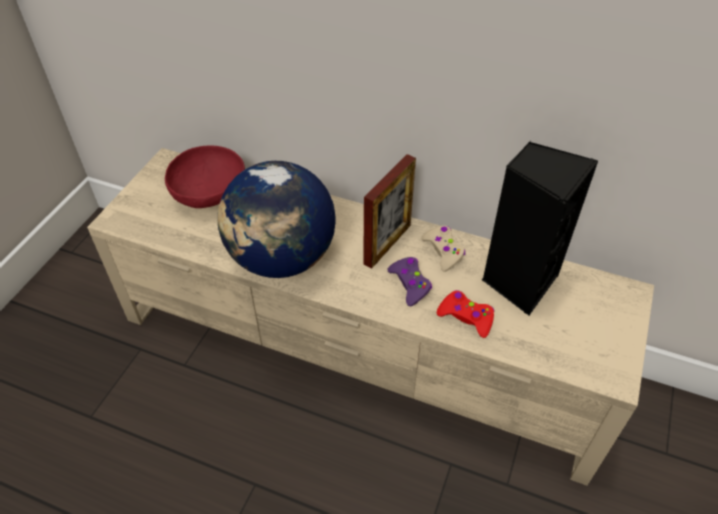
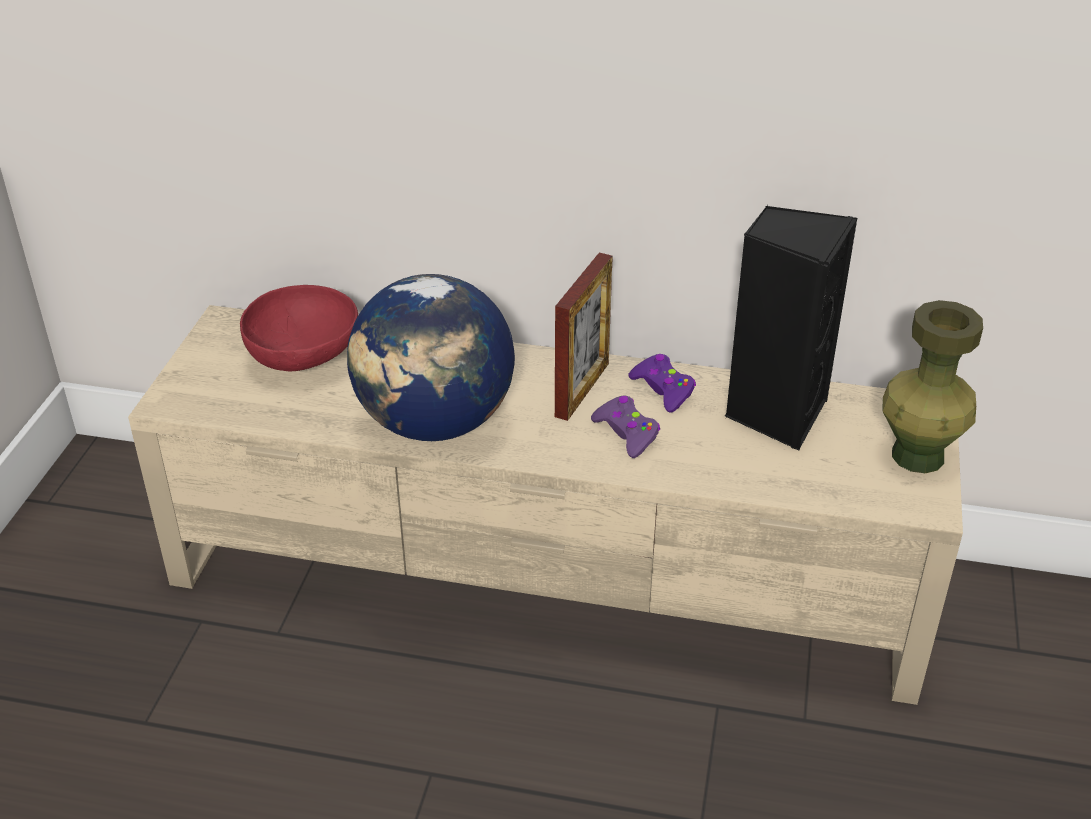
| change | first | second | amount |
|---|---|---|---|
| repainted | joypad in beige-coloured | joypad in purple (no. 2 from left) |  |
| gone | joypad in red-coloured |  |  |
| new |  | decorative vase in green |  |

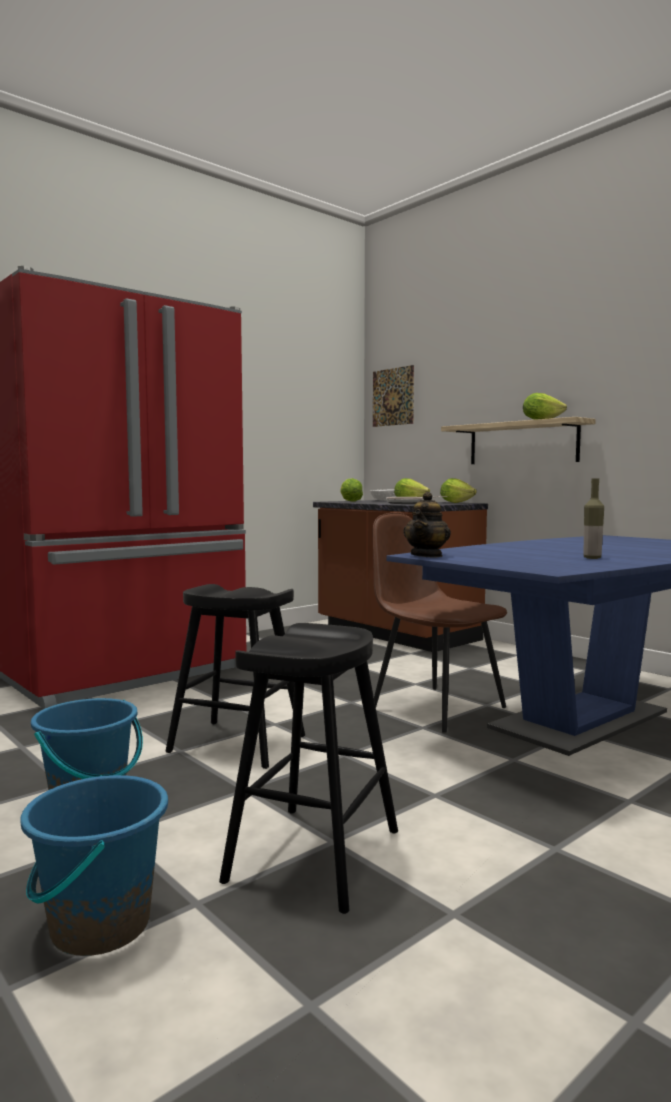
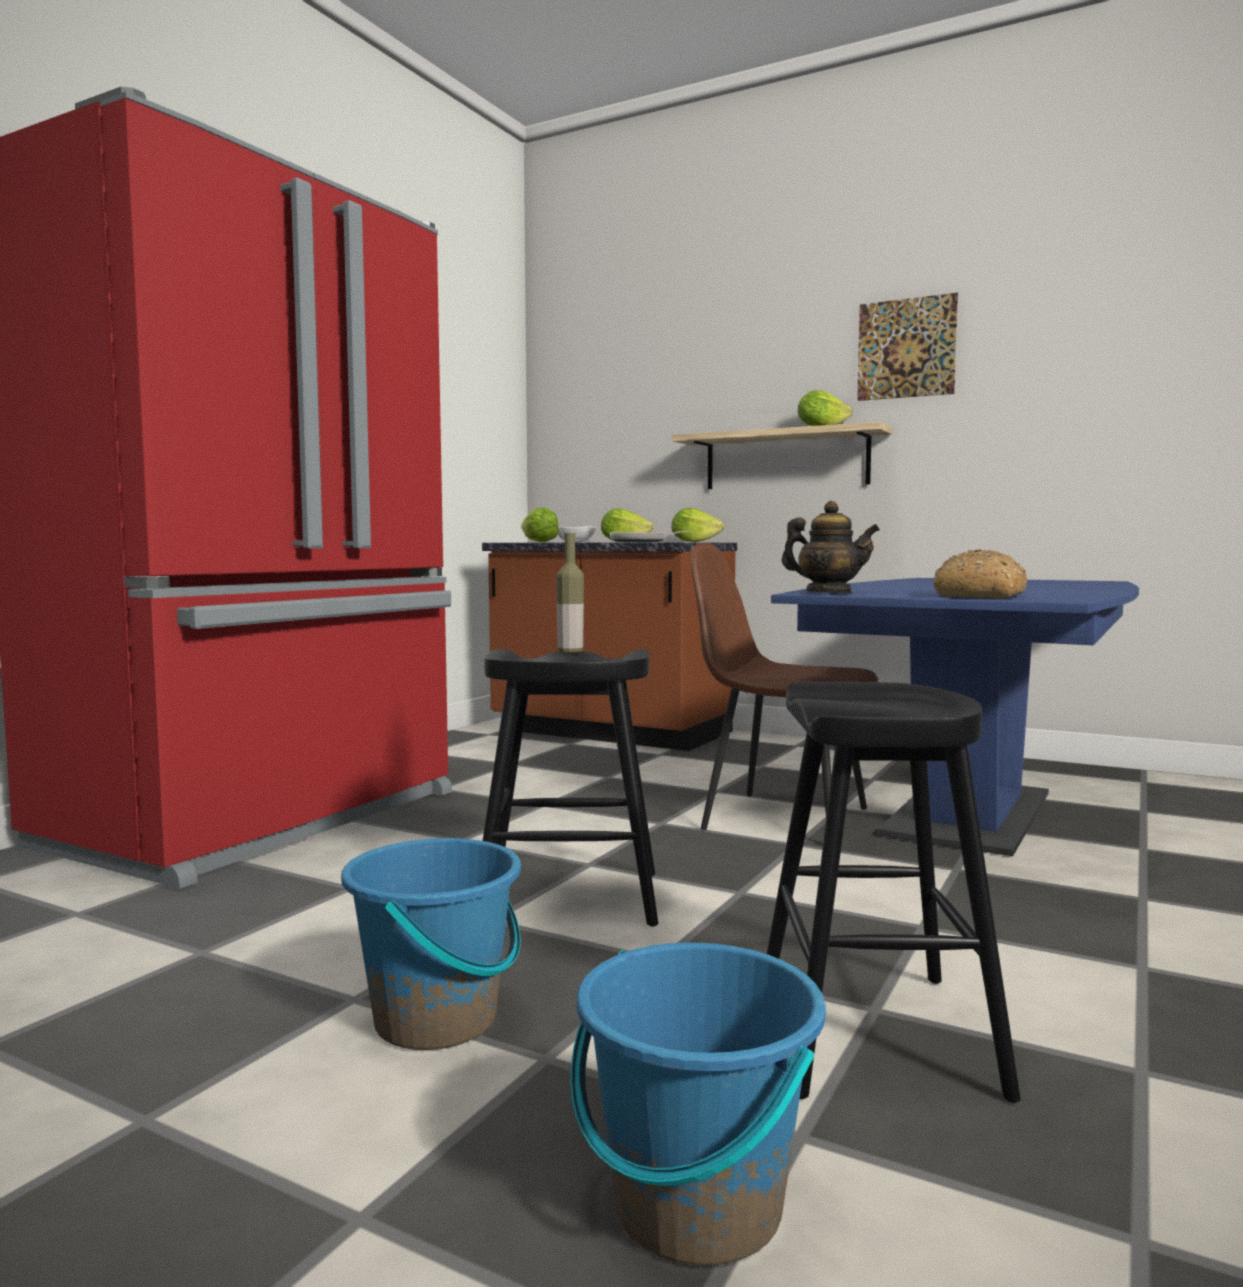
| change | first | second | amount |
|---|---|---|---|
| shifted | picture |  |  |
| shifted | drink bottle |  |  |
| rotated | pot for tea |  | 60 degrees counterclockwise |
| new |  | bread |  |

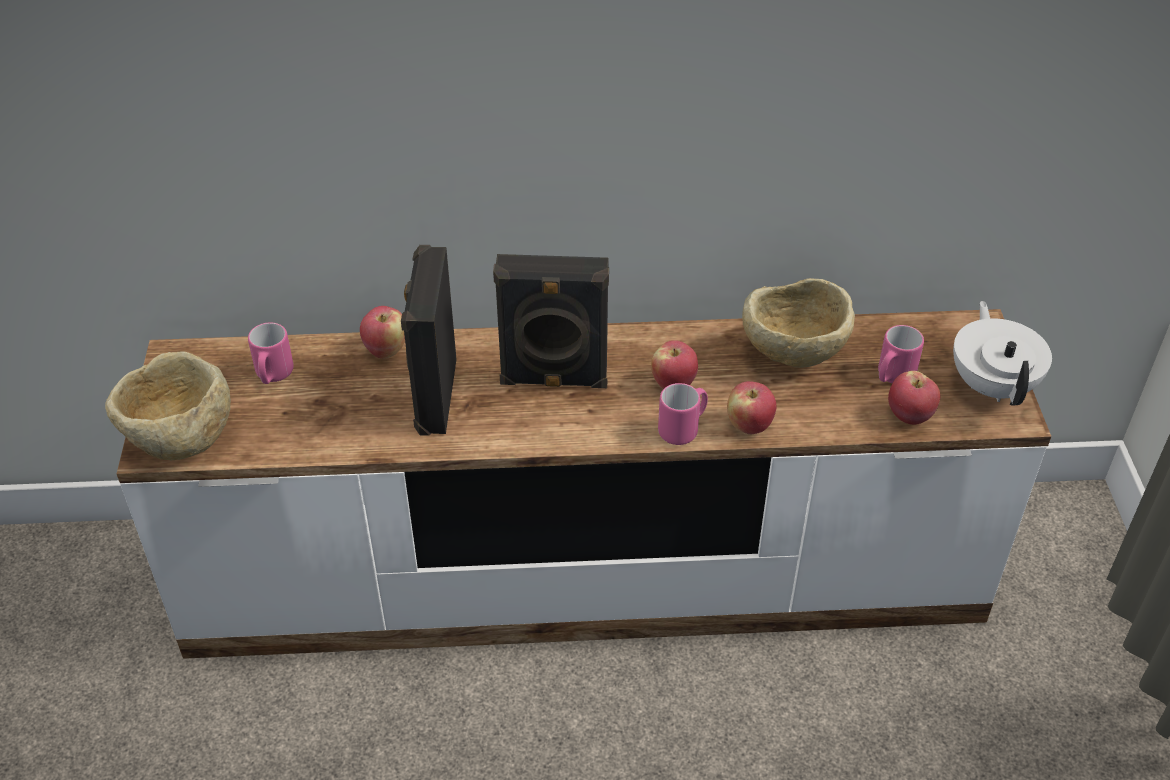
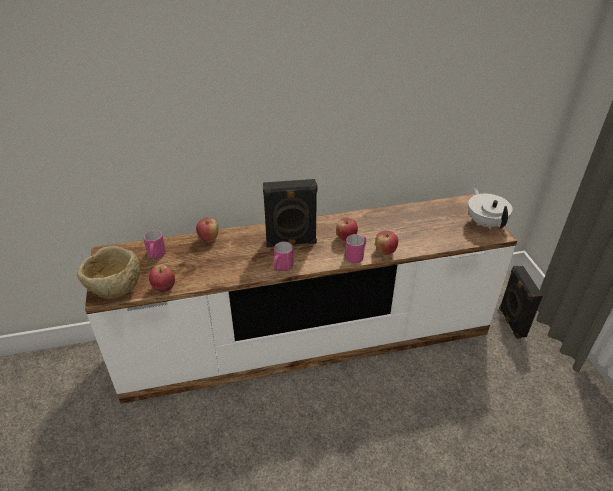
| change | first | second | amount |
|---|---|---|---|
| shifted | audio speaker in black-coloured (no. 1 from left in the first image) | audio speaker in black-coloured (no. 2 from left) |  |
| gone | serving bowl in beige-coloured (no. 2 from left) |  |  |
| shifted | coffee mug in pinkish (no. 3 from left in the first image) | coffee mug in pinkish (no. 2 from left) |  |
| shifted | apple fruit (no. 4 from left in the first image) | apple fruit (no. 1 from left) |  |

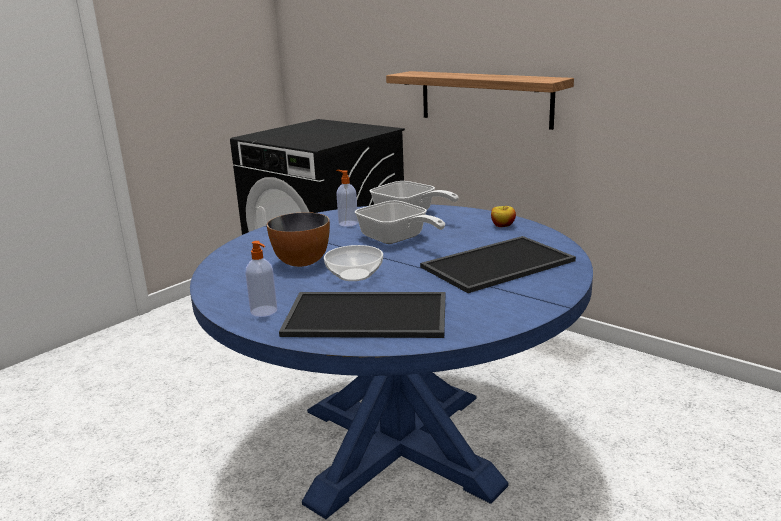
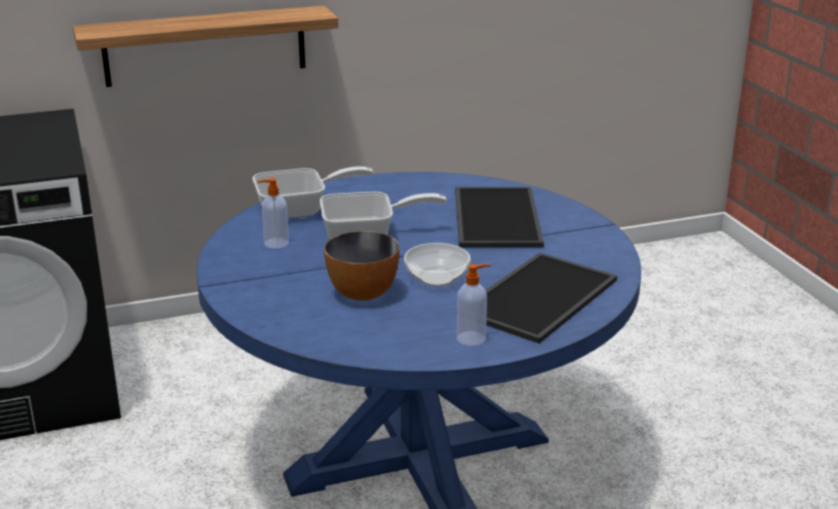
| change | first | second | amount |
|---|---|---|---|
| gone | apple fruit |  |  |

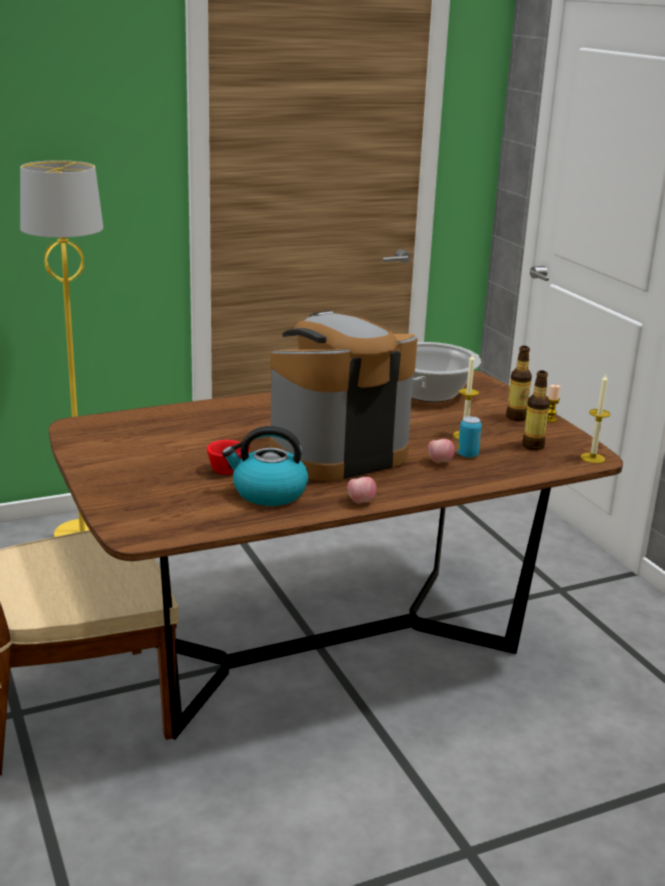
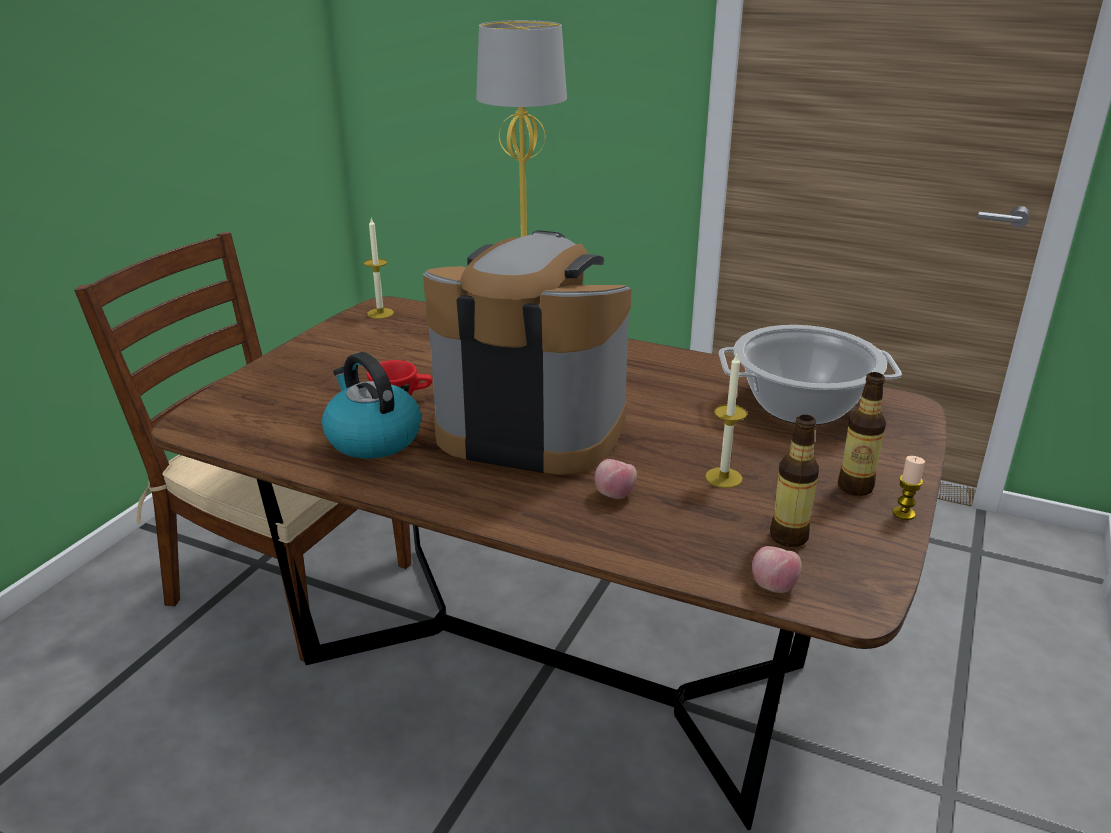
| change | first | second | amount |
|---|---|---|---|
| shifted | wax candle (no. 3 from left in the first image) | wax candle (no. 1 from left) |  |
| gone | can |  |  |
| shifted | apple fruit (no. 1 from left in the first image) | apple fruit (no. 2 from left) |  |

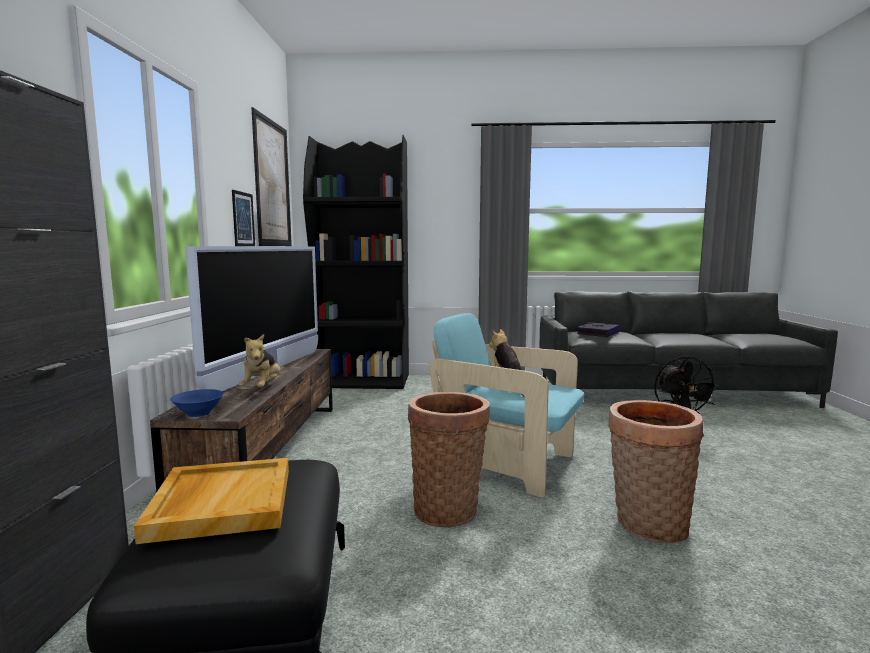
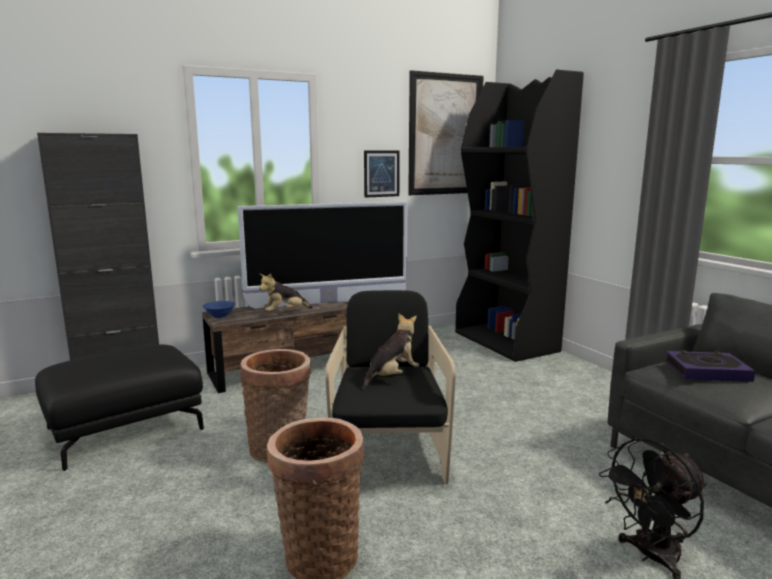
| change | first | second | amount |
|---|---|---|---|
| repainted | armchair in blue-green | armchair in black-coloured |  |
| gone | serving tray in beige-coloured |  |  |

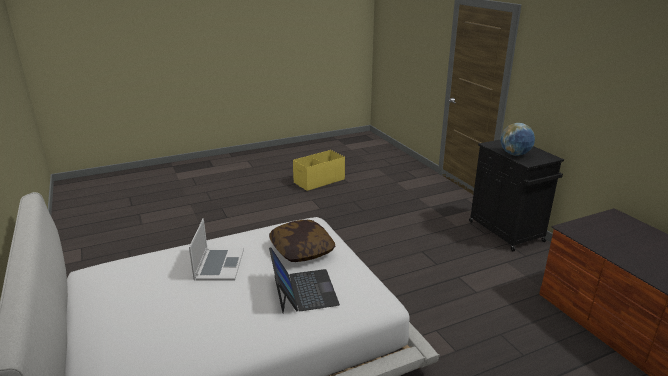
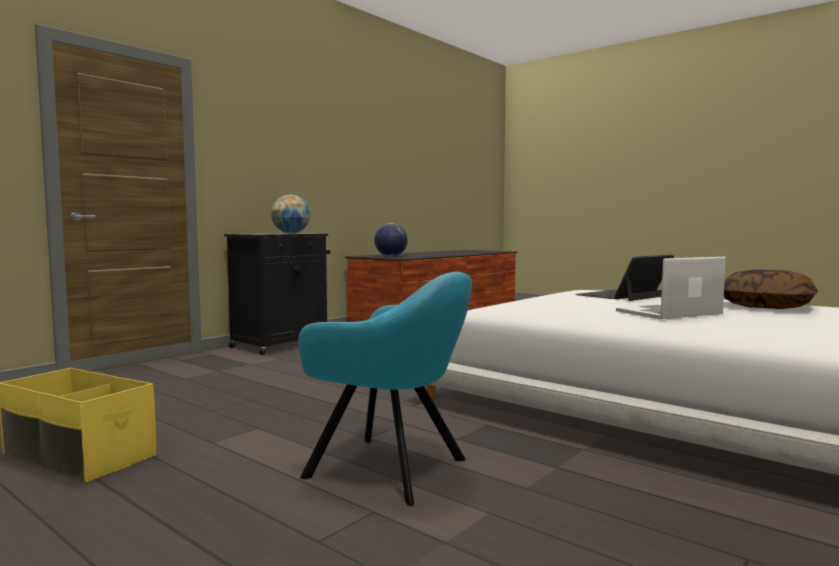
| change | first | second | amount |
|---|---|---|---|
| shifted | pillow |  |  |
| new |  | desk globe (no. 2 from left) |  |
| new |  | armchair in blue-green |  |

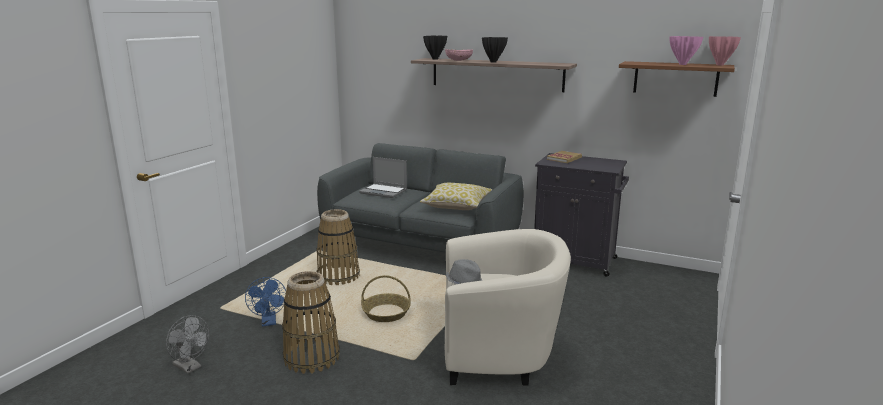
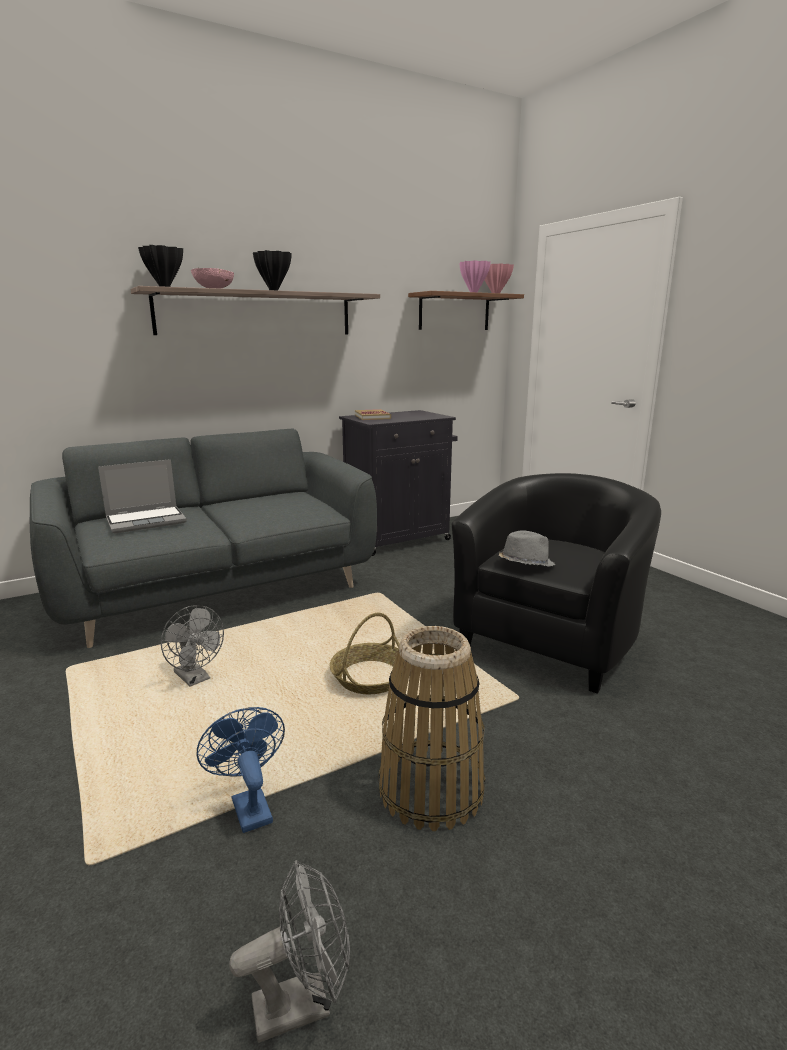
| change | first | second | amount |
|---|---|---|---|
| gone | pillow |  |  |
| swapped | storage basket (no. 2 from left) | electric fan in gray (no. 1 from left) |  |
| repainted | armchair in beige-coloured | armchair in black-coloured |  |
| rotated | electric fan in bluish |  | 135 degrees counterclockwise |

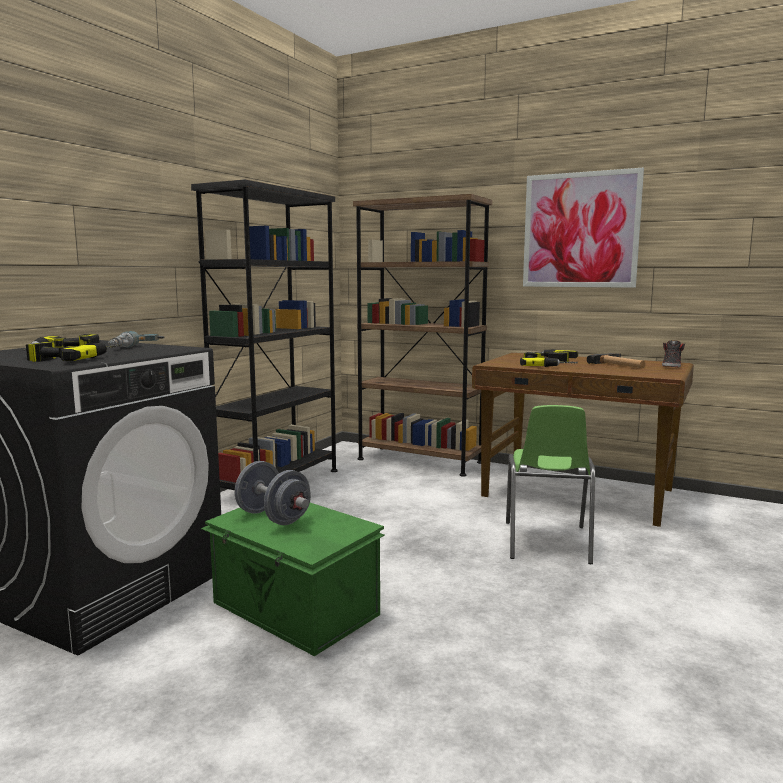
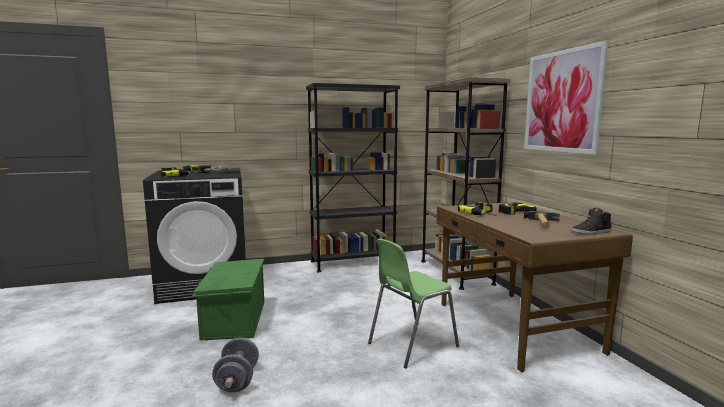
| change | first | second | amount |
|---|---|---|---|
| shifted | hand weight in gray |  |  |

